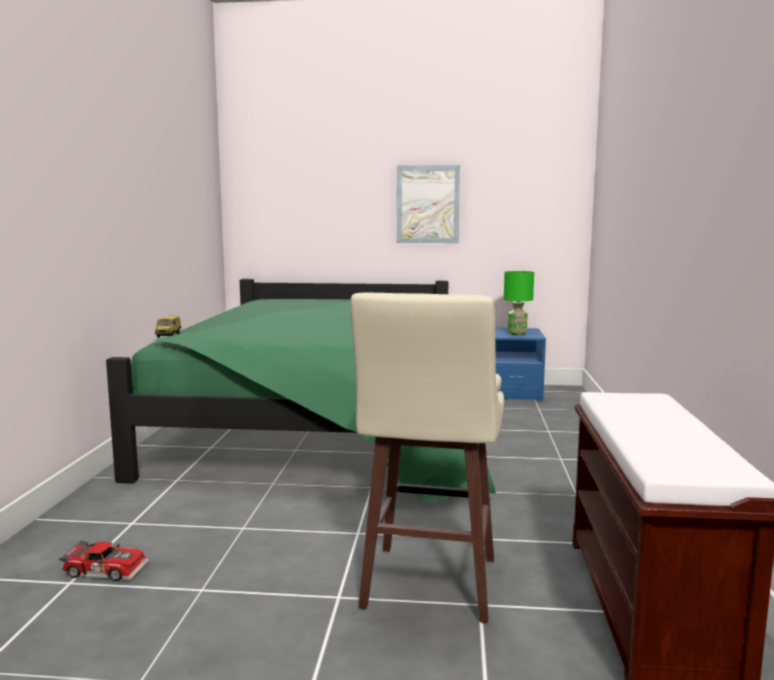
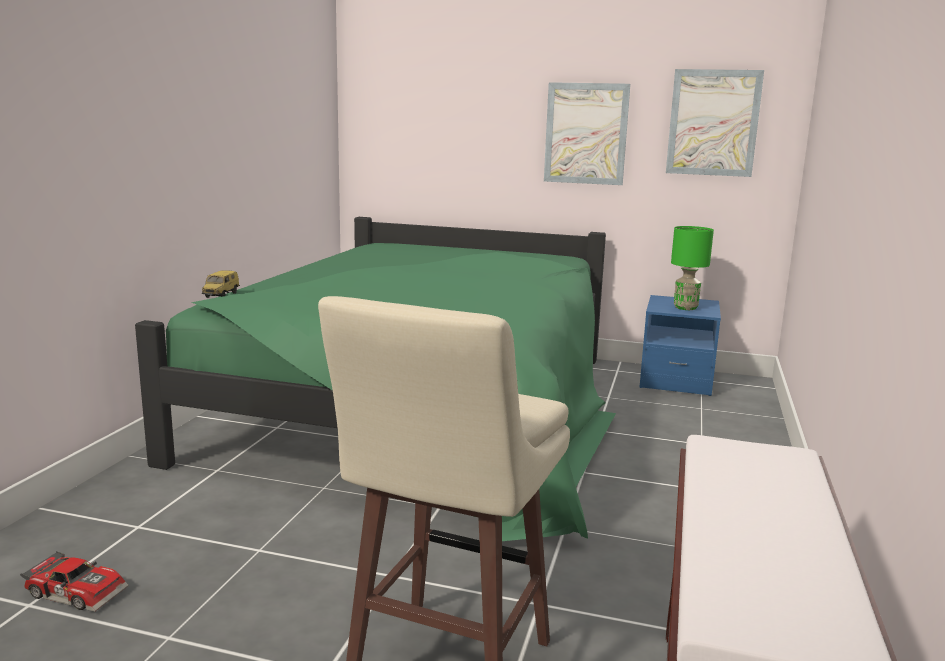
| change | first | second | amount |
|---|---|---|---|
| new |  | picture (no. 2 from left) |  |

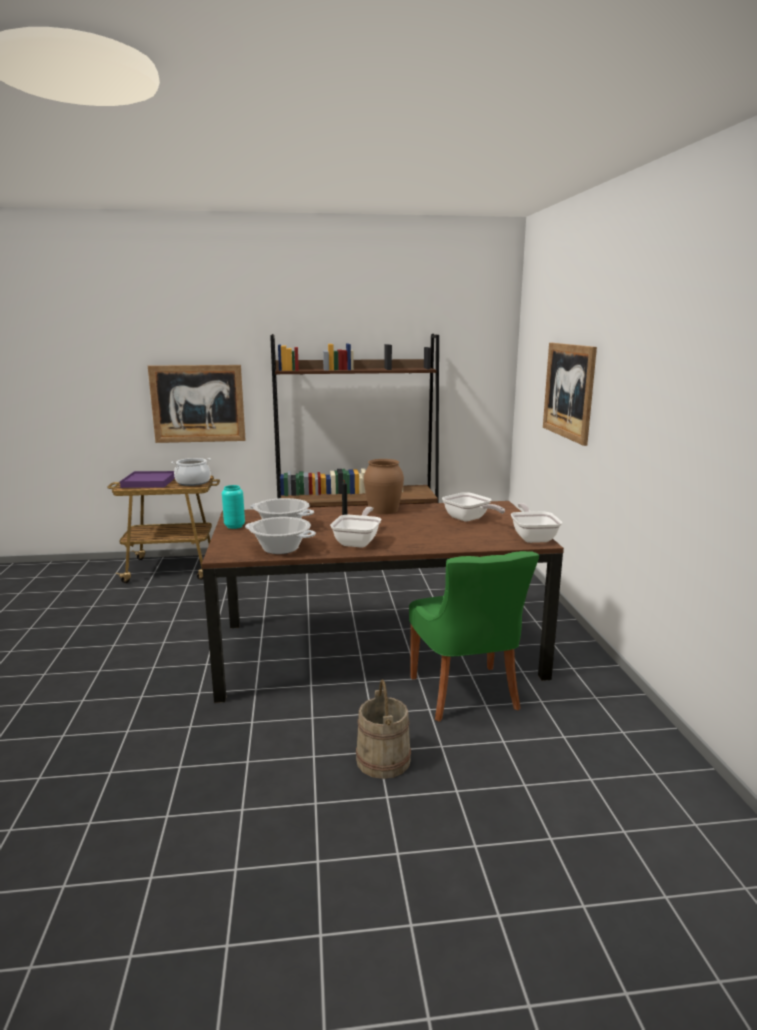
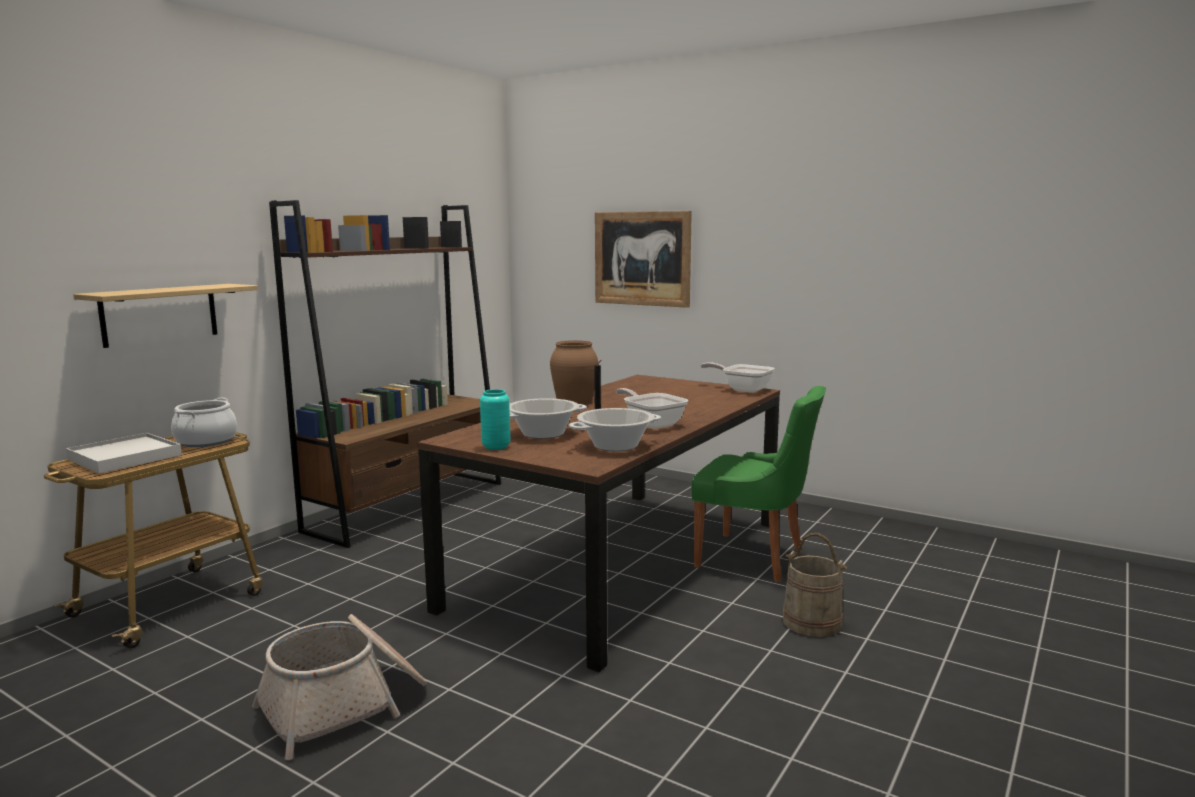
| change | first | second | amount |
|---|---|---|---|
| swapped | picture (no. 1 from left) | bracket shelf |  |
| repainted | serving tray in purple | serving tray in white-coloured |  |
| gone | skillet (no. 2 from left) |  |  |
| new |  | storage basket |  |

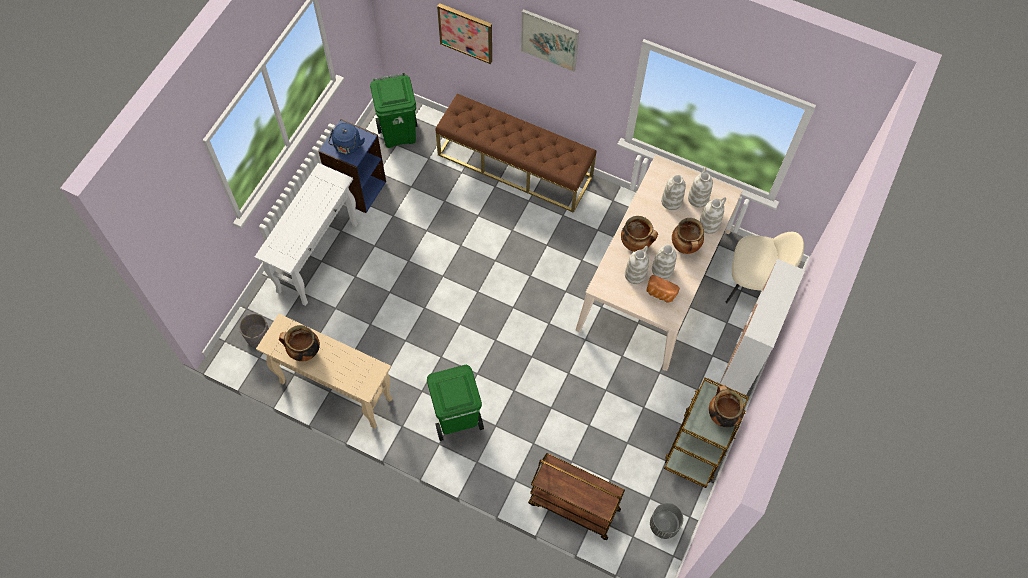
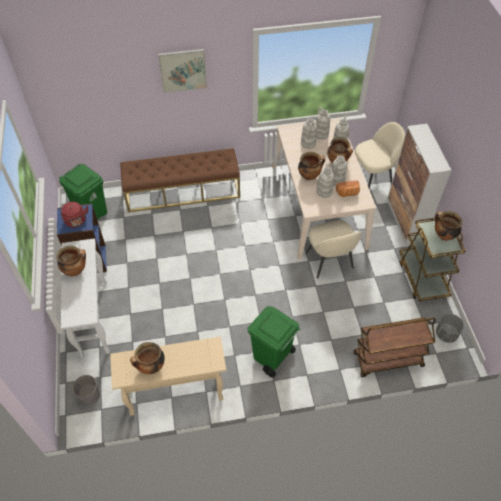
| change | first | second | amount |
|---|---|---|---|
| gone | picture (no. 1 from left) |  |  |
| repainted | water kettle in bluish | water kettle in red-coloured |  |
| new |  | upright chair in beige-coloured (no. 1 from left) |  |
| new |  | cooking pot (no. 1 from left) |  |

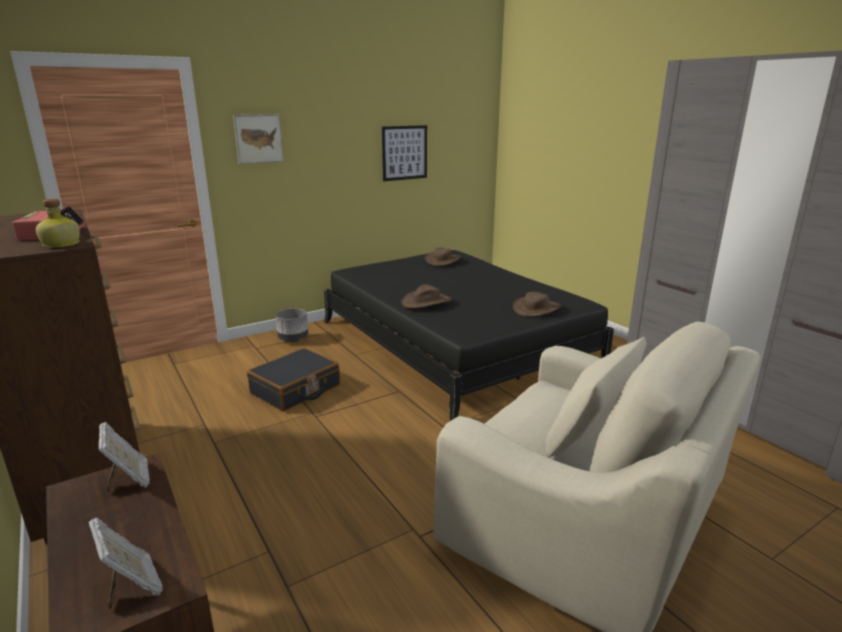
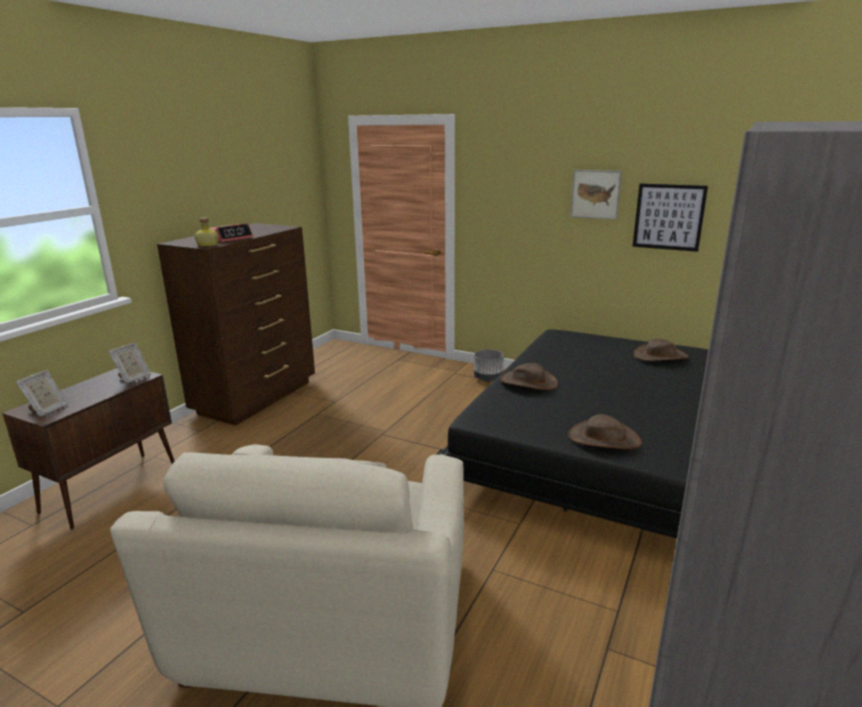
| change | first | second | amount |
|---|---|---|---|
| shifted | picture (no. 1 from left) |  |  |
| gone | suitcase in black-coloured |  |  |

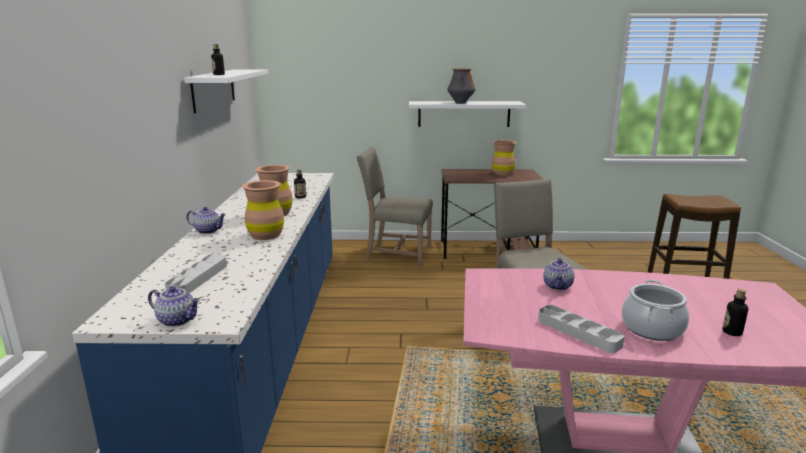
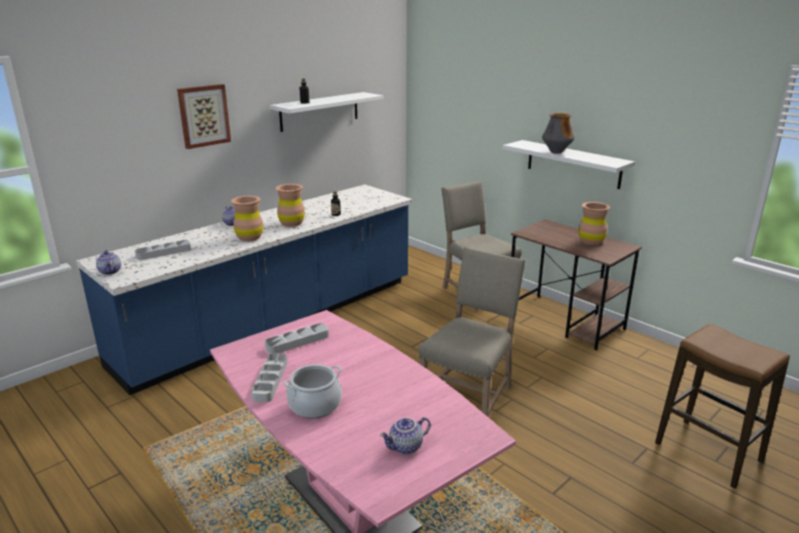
| change | first | second | amount |
|---|---|---|---|
| shifted | pot for tea (no. 3 from left) |  |  |
| gone | drink bottle (no. 3 from left) |  |  |
| new |  | picture |  |
| new |  | serving tray in gray (no. 3 from left) |  |

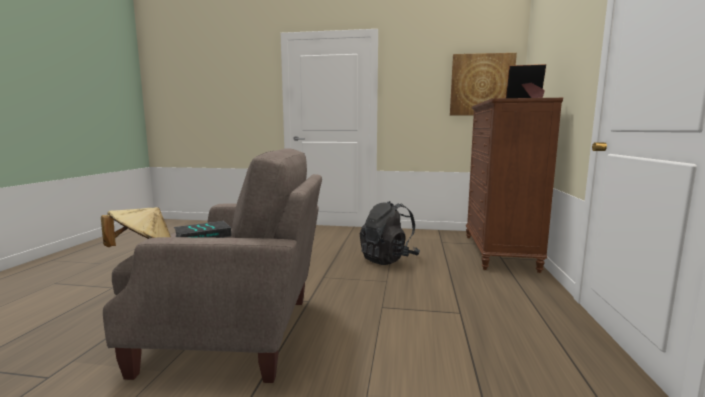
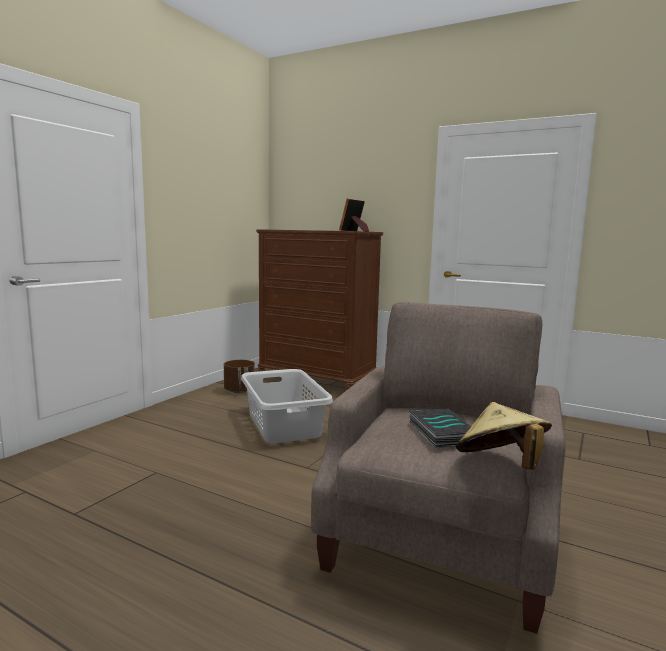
| change | first | second | amount |
|---|---|---|---|
| gone | picture |  |  |
| swapped | rucksack in black-coloured | laundry basket in gray |  |
| new |  | planter in brown |  |

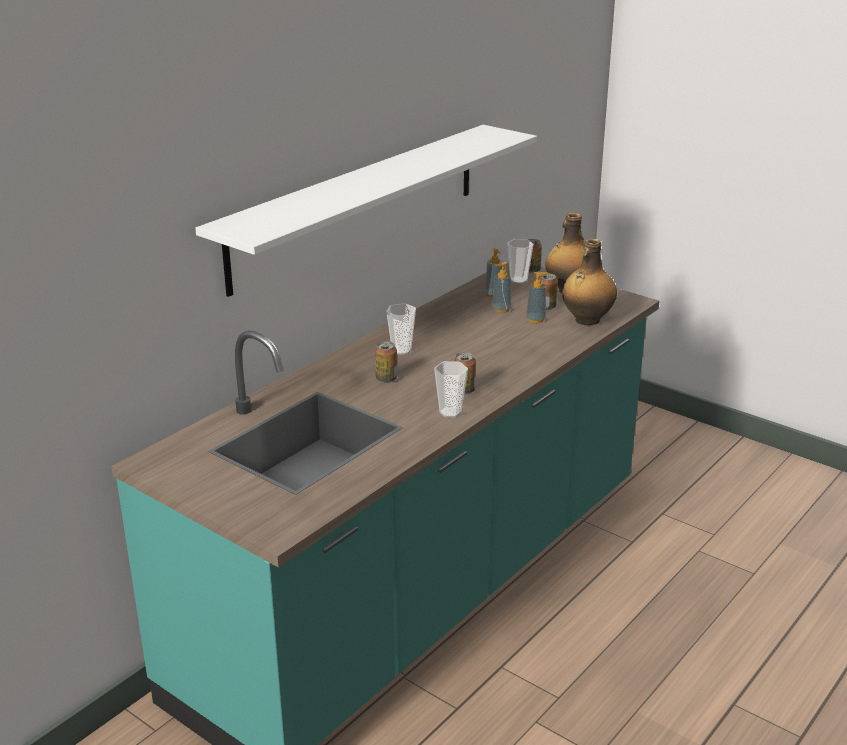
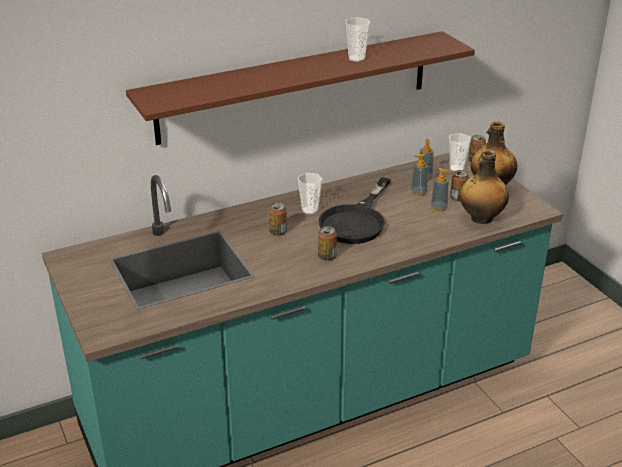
| change | first | second | amount |
|---|---|---|---|
| repainted | bracket shelf in white-coloured | bracket shelf in brown |  |
| shifted | small cup (no. 2 from left) |  |  |
| new |  | skillet in black-coloured |  |

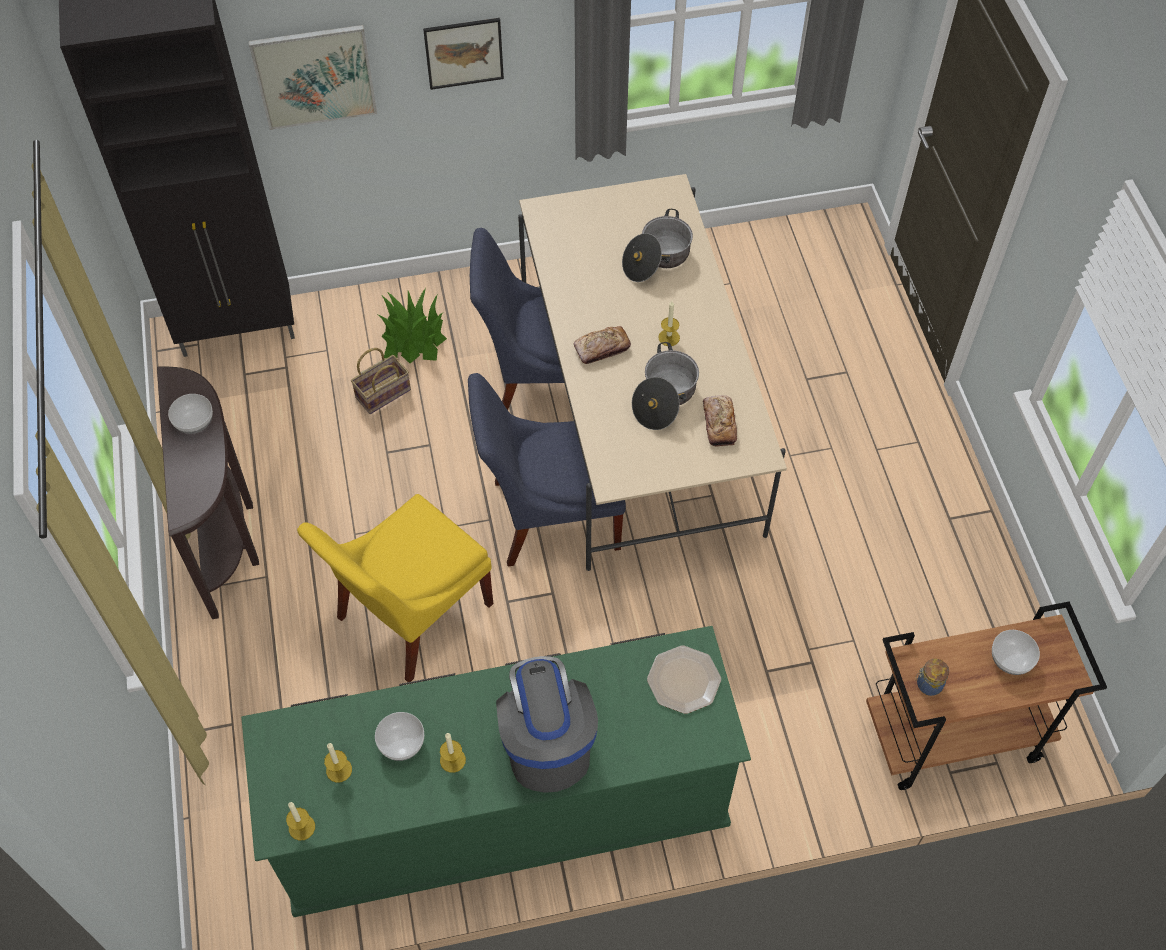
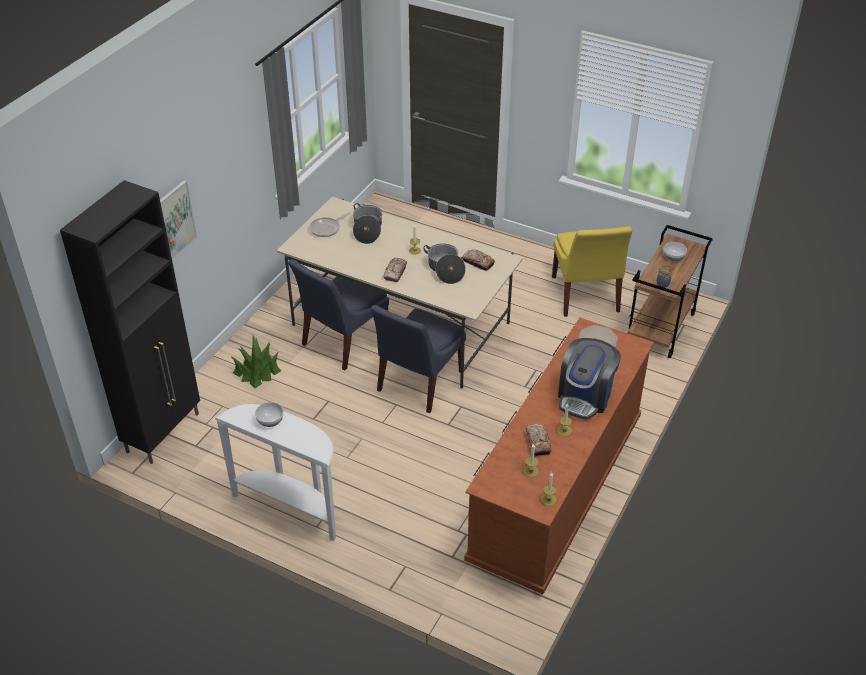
| change | first | second | amount |
|---|---|---|---|
| gone | picture (no. 2 from left) |  |  |
| gone | storage basket |  |  |
| repainted | console table in brown | console table in white-coloured |  |
| shifted | upright chair in yellow-coloured |  |  |
| repainted | chest of drawers in green | chest of drawers in brown |  |
| rotated | coffee machine |  | 90 degrees counterclockwise |
| swapped | serving bowl (no. 2 from left) | bread (no. 3 from left) |  |
| new |  | skillet |  |

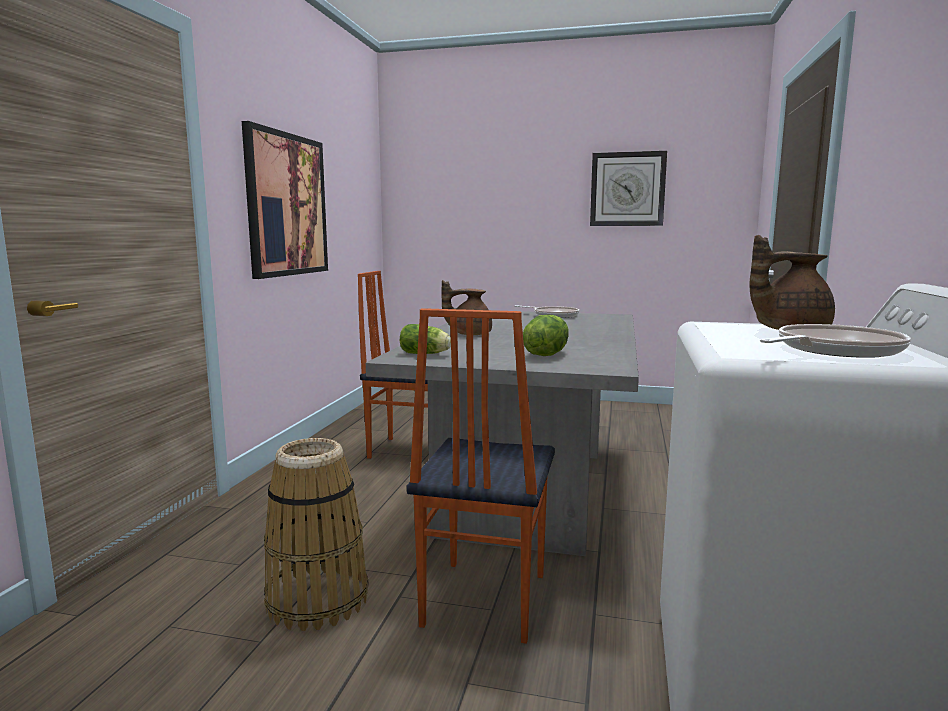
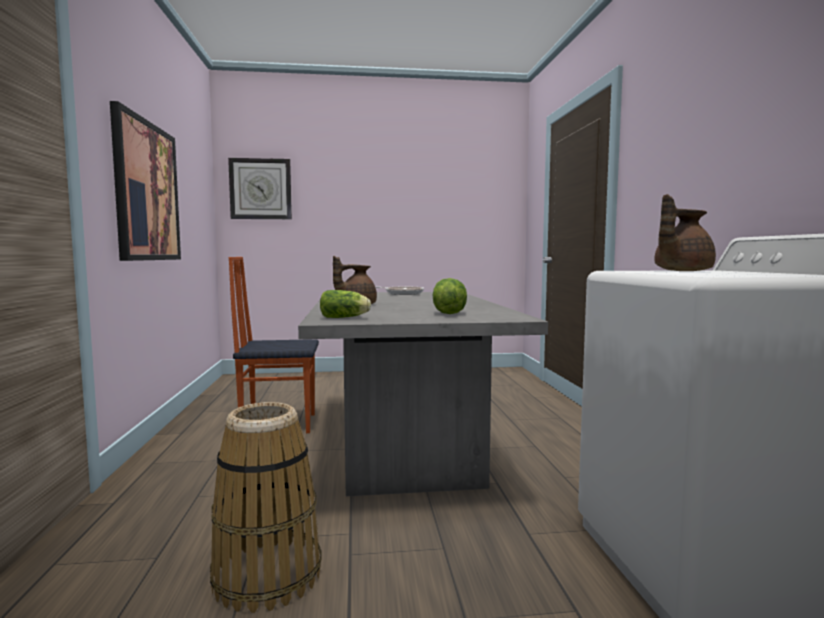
| change | first | second | amount |
|---|---|---|---|
| shifted | clock on the wall |  |  |
| gone | upright chair (no. 2 from left) |  |  |
| gone | skillet (no. 2 from left) |  |  |

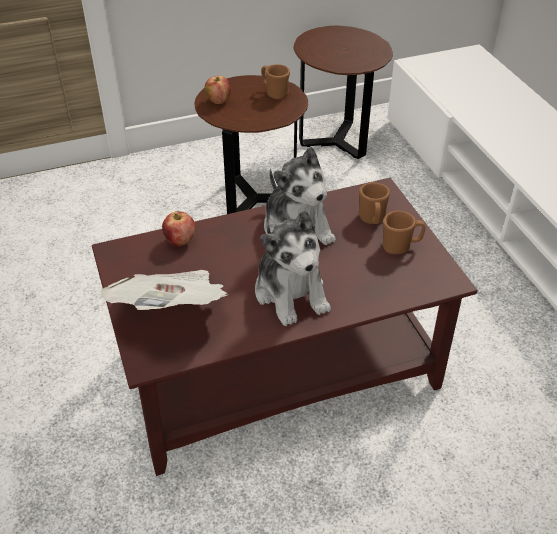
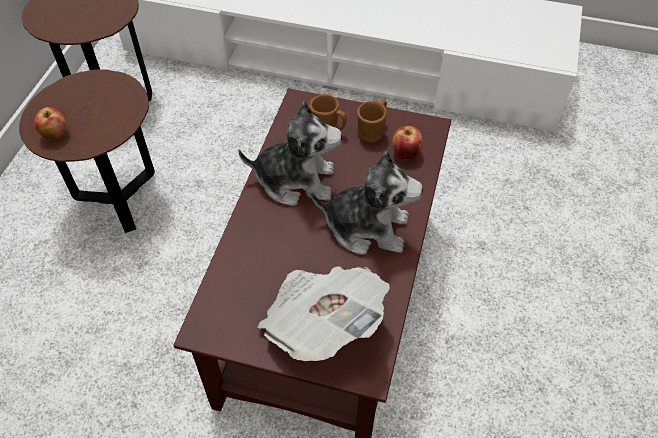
| change | first | second | amount |
|---|---|---|---|
| gone | coffee mug in brown (no. 1 from left) |  |  |
| shifted | apple fruit (no. 1 from left in the first image) | apple fruit (no. 2 from left) |  |

